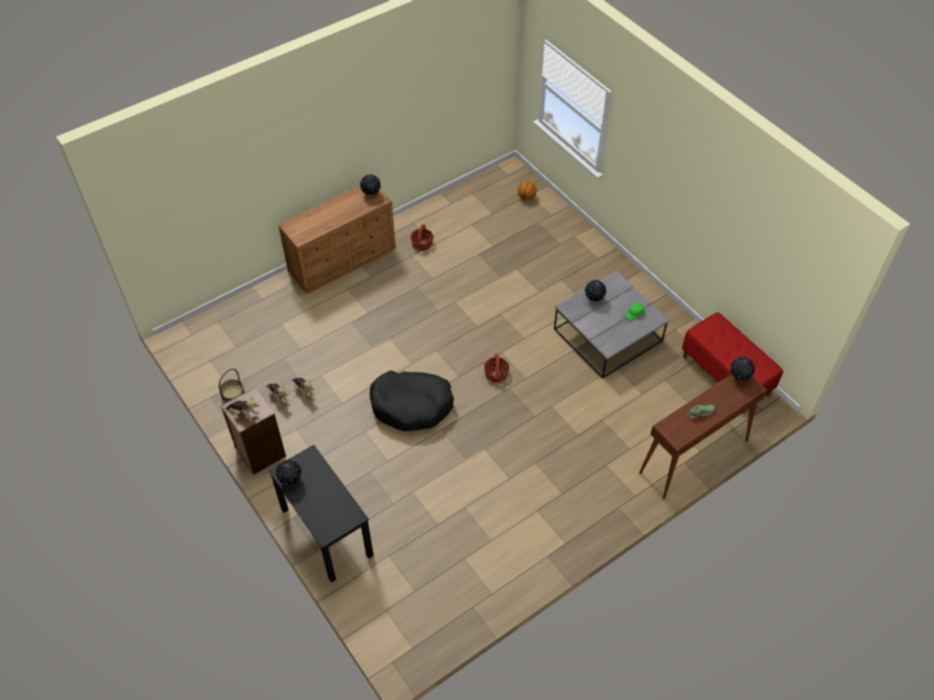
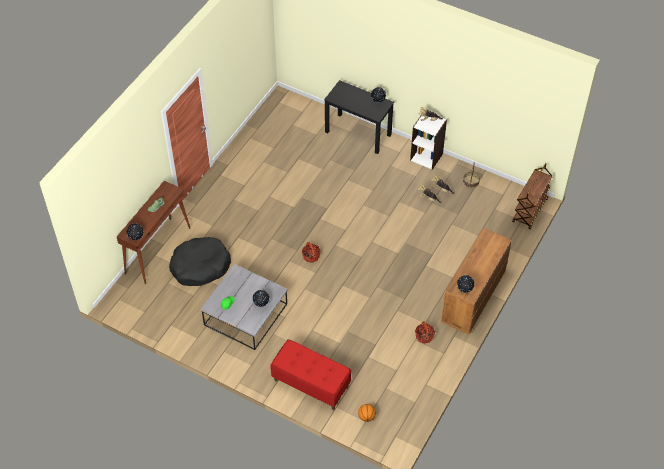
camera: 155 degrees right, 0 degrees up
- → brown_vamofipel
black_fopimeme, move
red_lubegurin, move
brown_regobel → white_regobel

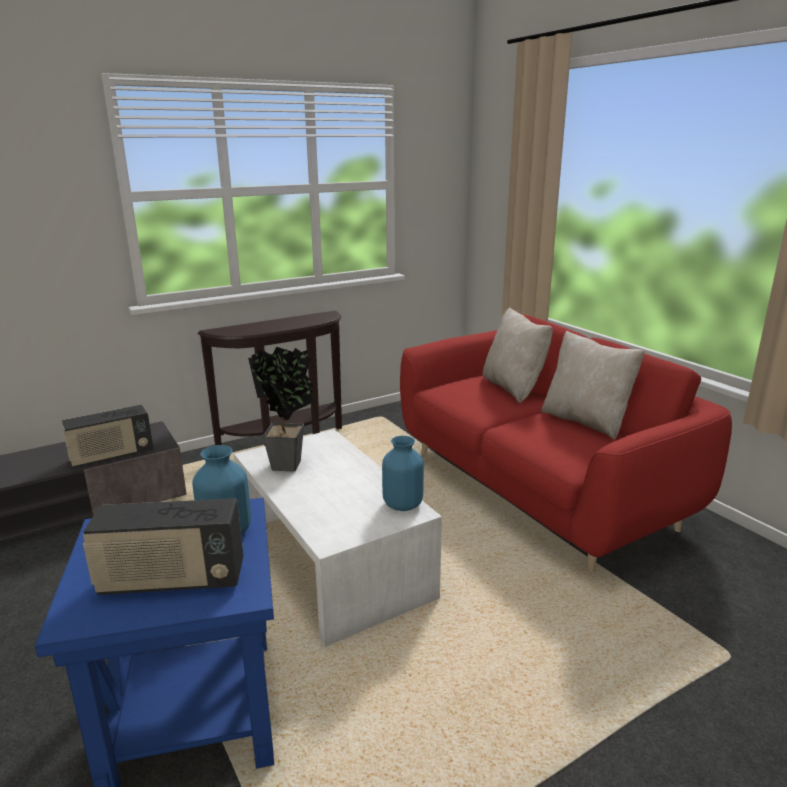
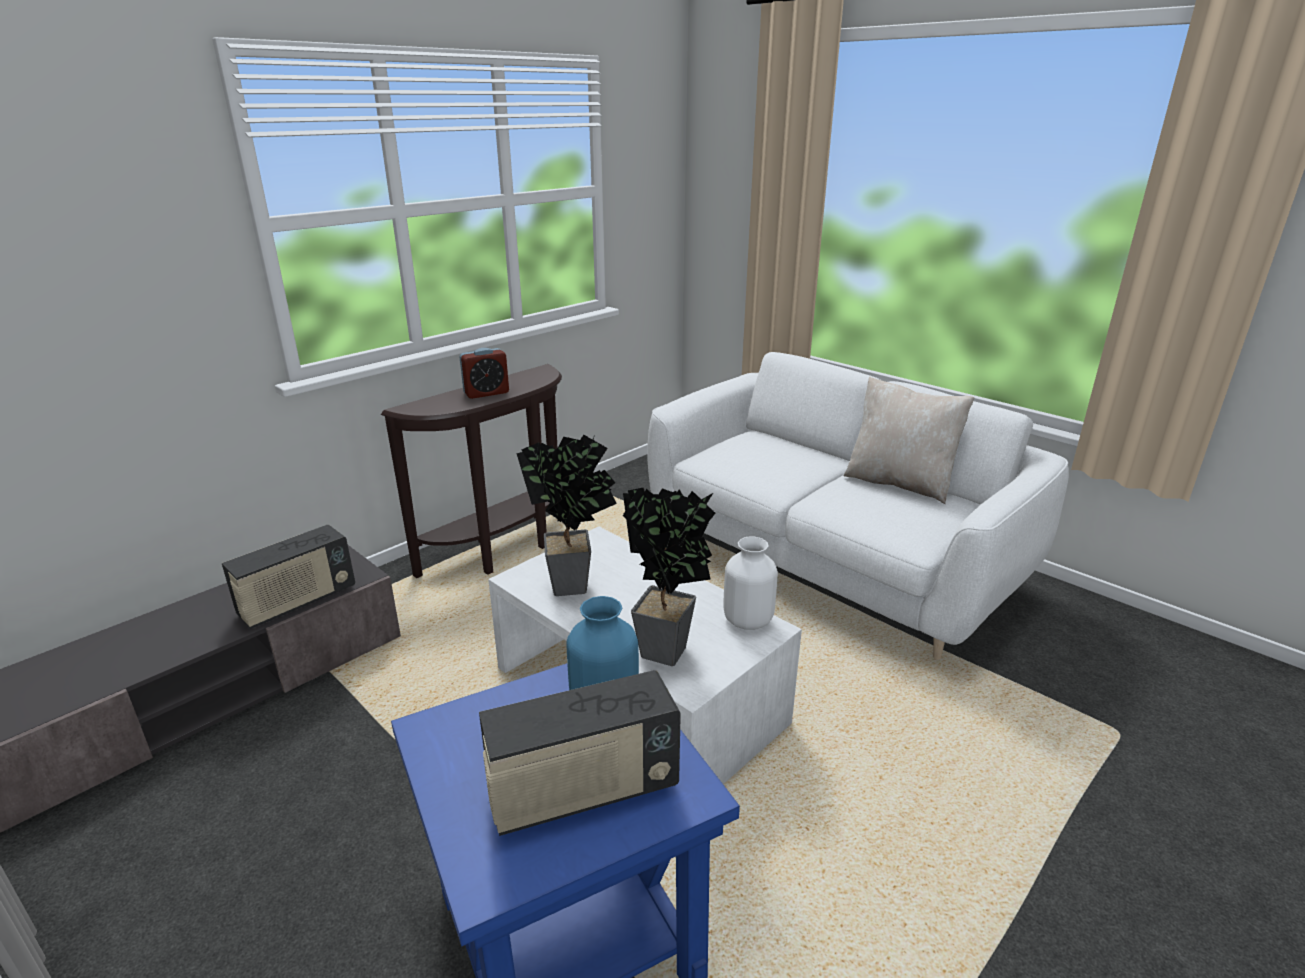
camera: 15 degrees left, 5 degrees up
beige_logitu (1st from left) → -
- → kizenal
- → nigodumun (2nd from left)
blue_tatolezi (2nd from left) → white_tatolezi
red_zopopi → white_zopopi

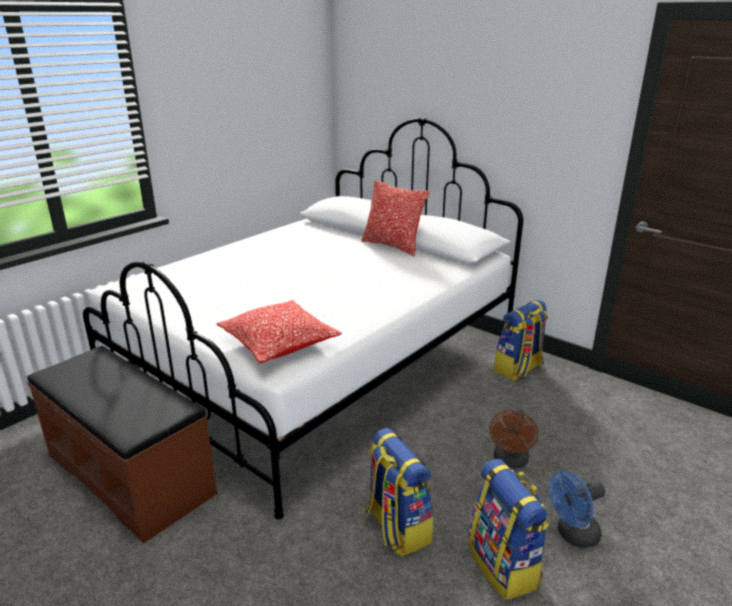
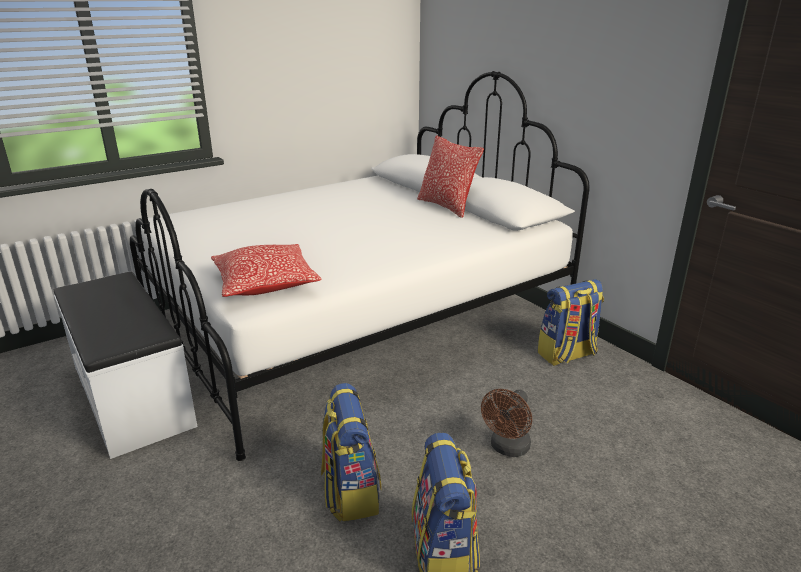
camera: 15 degrees right, 0 degrees up
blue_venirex → -
brown_lubegurin → white_lubegurin

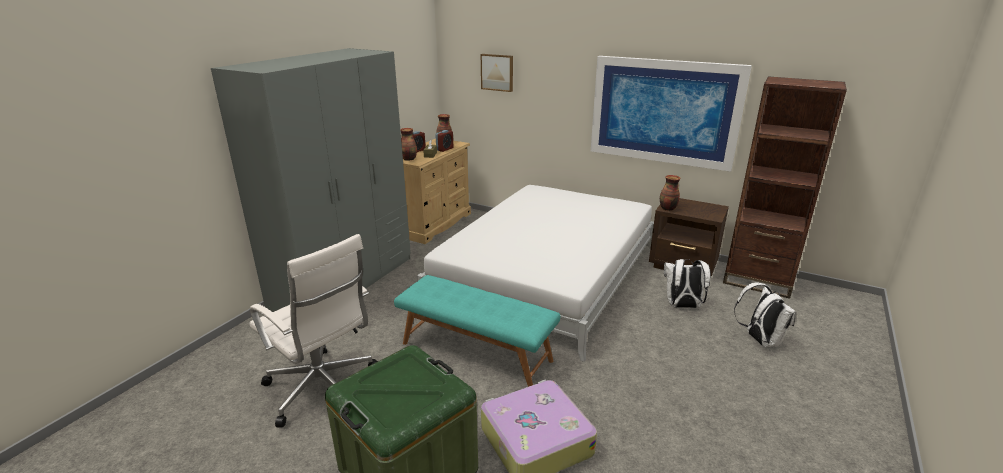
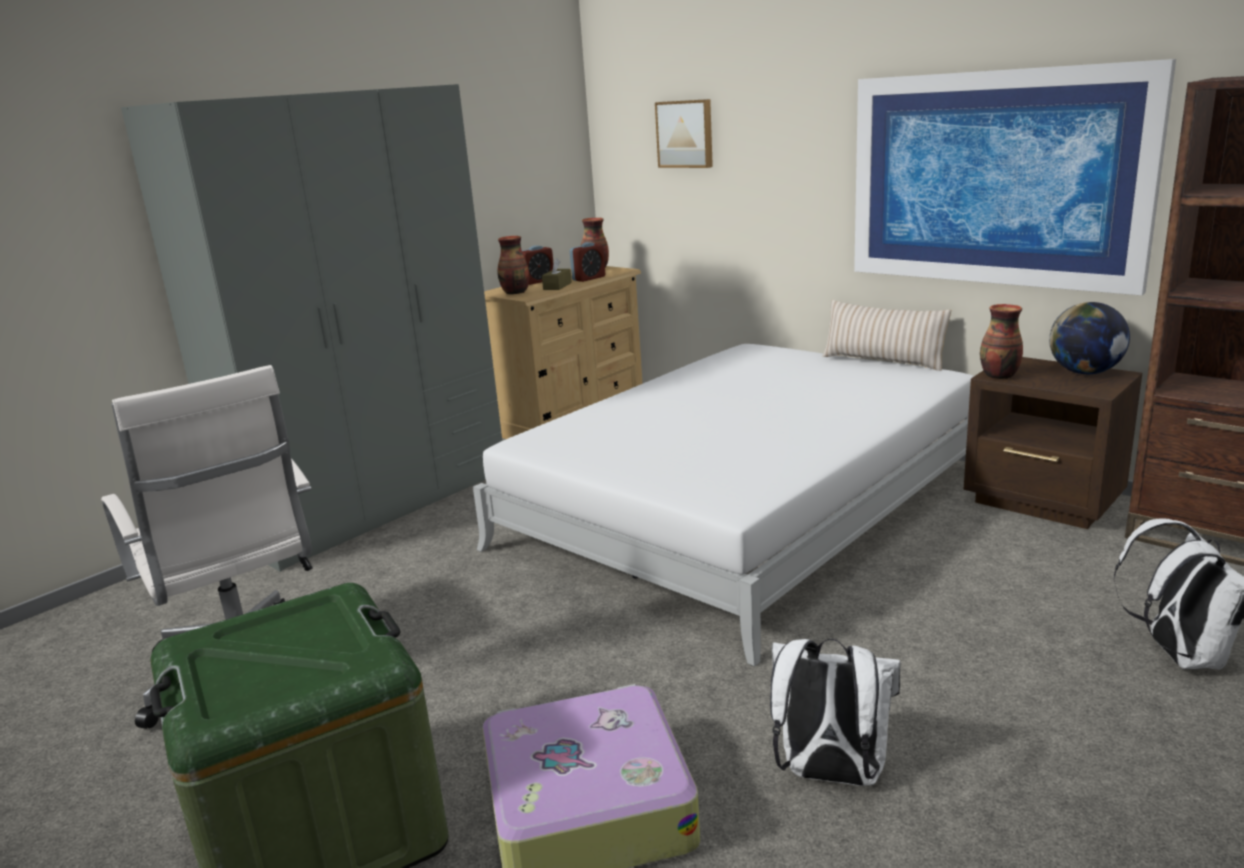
camera: 15 degrees right, 5 degrees down
turquoise_lubegurin → -
- → beige_logitu
- → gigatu
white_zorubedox (1st from left), move

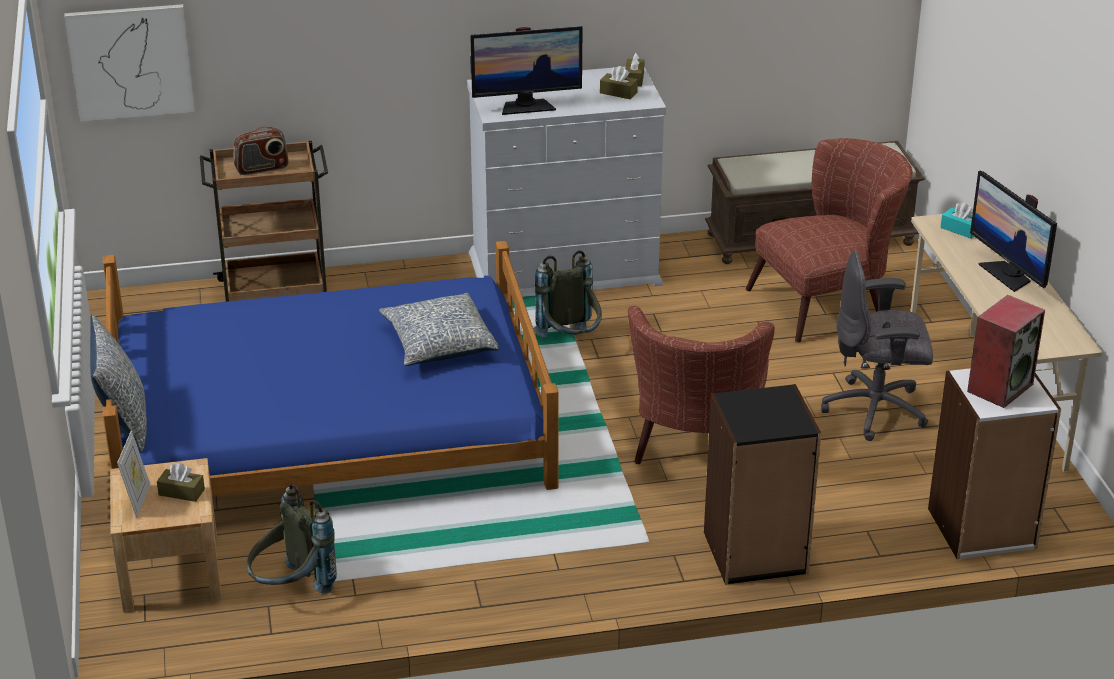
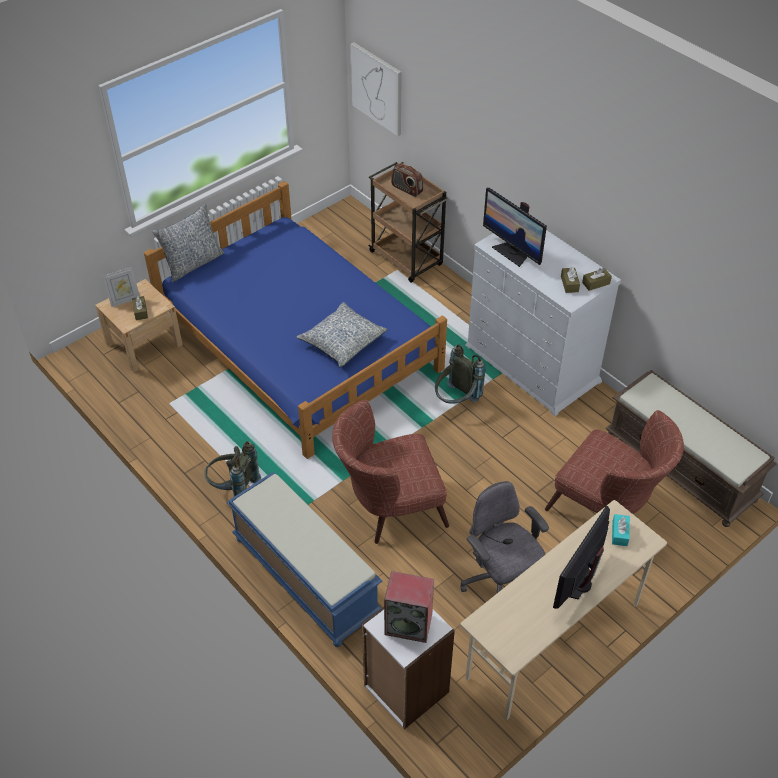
camera: 60 degrees right, 15 degrees up
grey_zorubedox (1st from left), move
black_regobel → blue_lubegurin

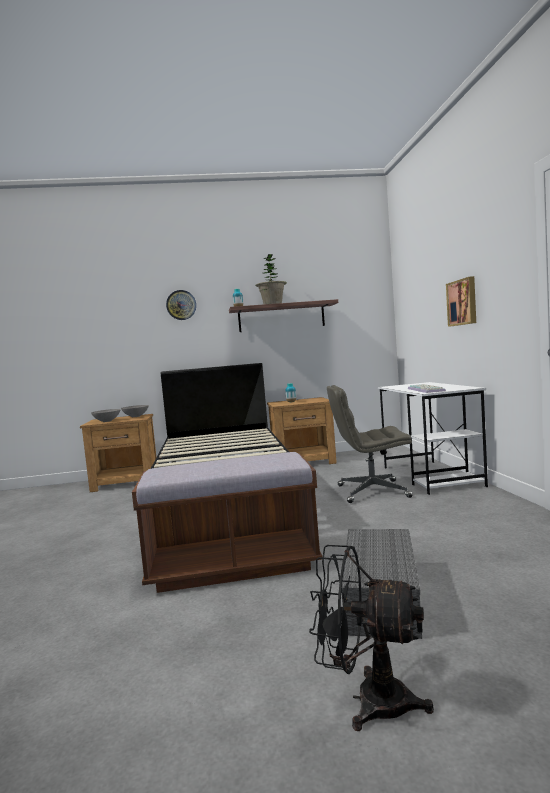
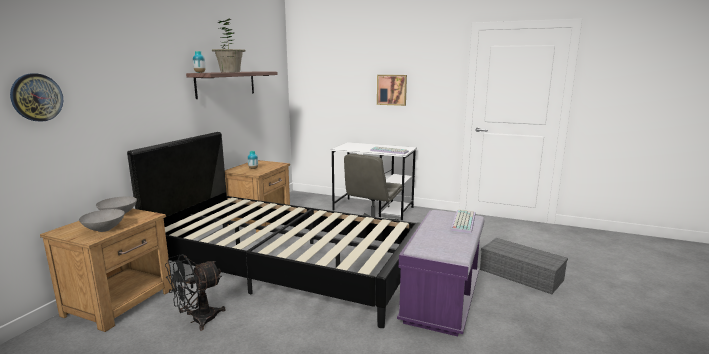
camera: 60 degrees left, 10 degrees up
- → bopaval (2nd from left)
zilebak, move
black_venirex, move
brown_lubegurin → purple_lubegurin

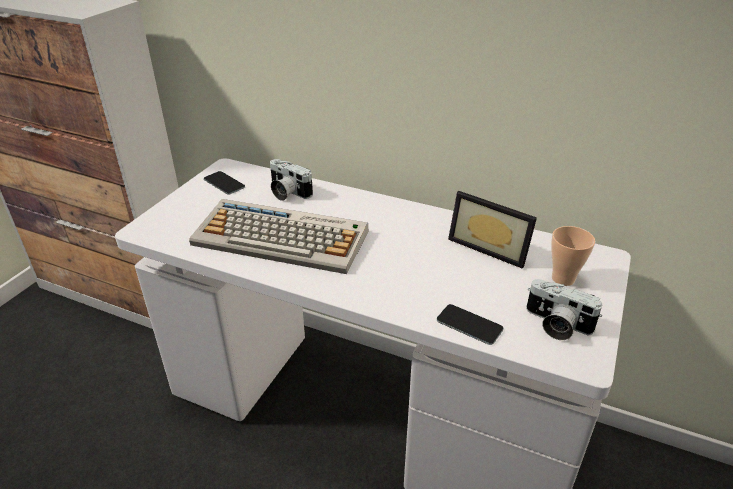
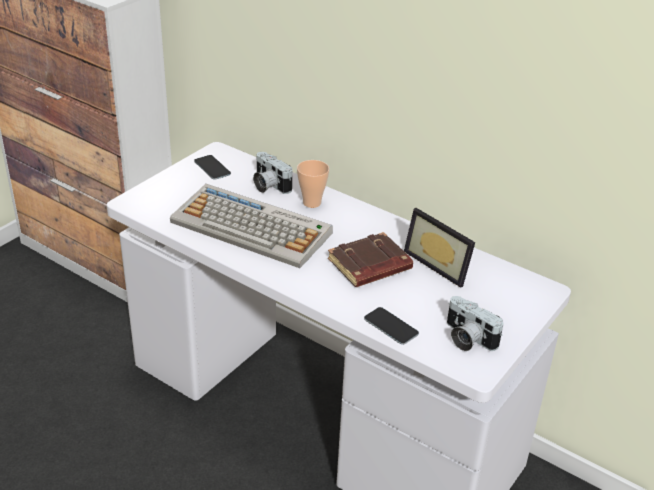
camera: 10 degrees right, 0 degrees up
- → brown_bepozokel
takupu, move

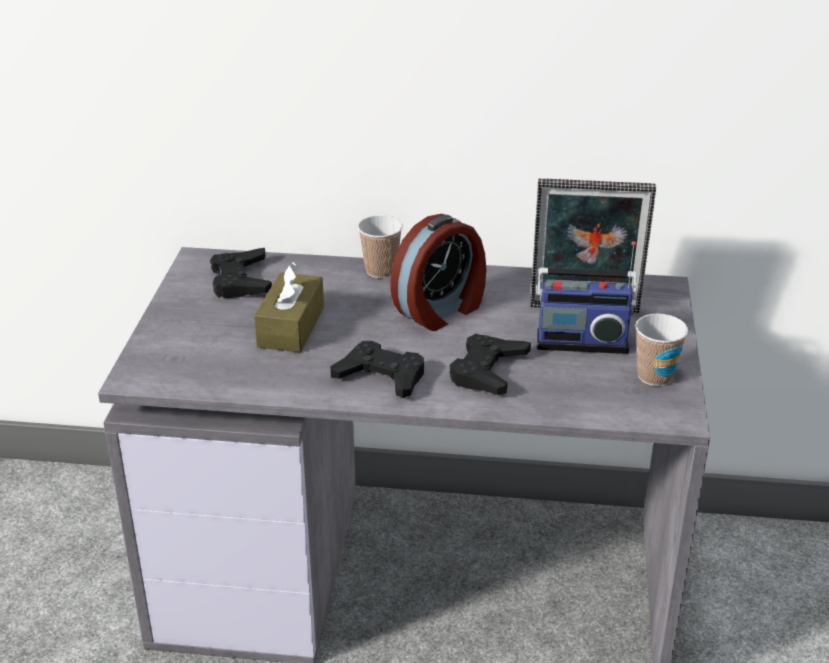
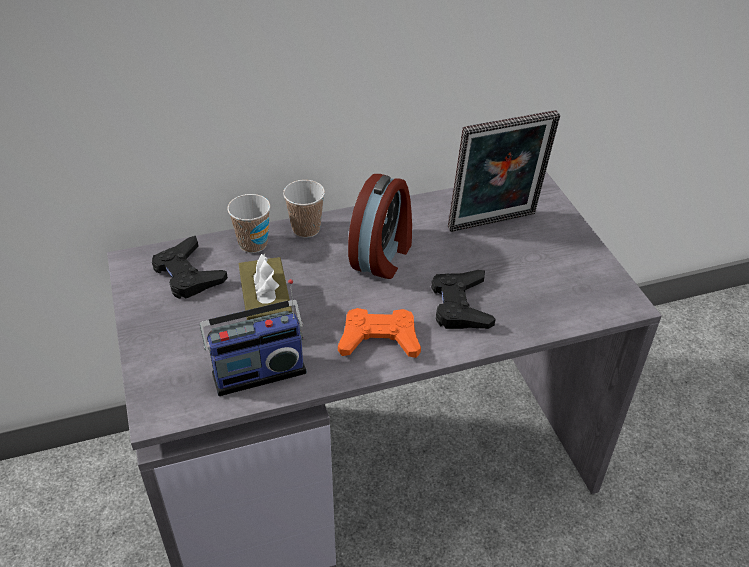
camera: 25 degrees left, 10 degrees up
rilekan, move
takupu (2nd from left in the first image) → takupu (1st from left), move
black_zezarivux (2nd from left) → orange_zezarivux

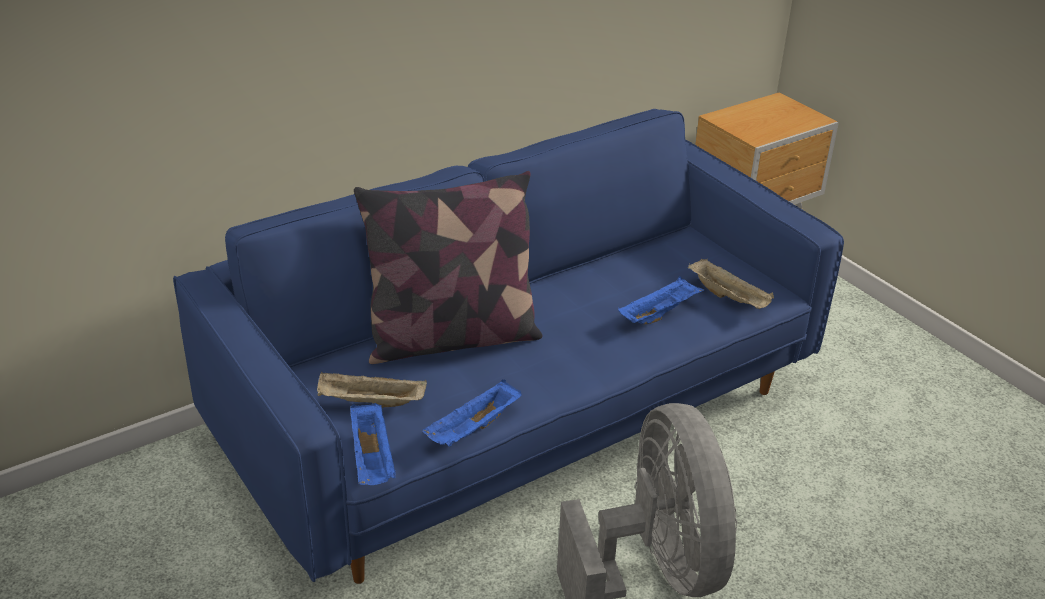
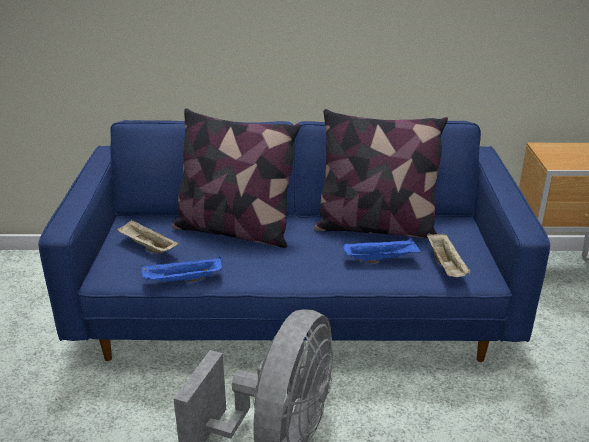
camera: 35 degrees right, 5 degrees down
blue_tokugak (1st from left) → -
- → logitu (2nd from left)

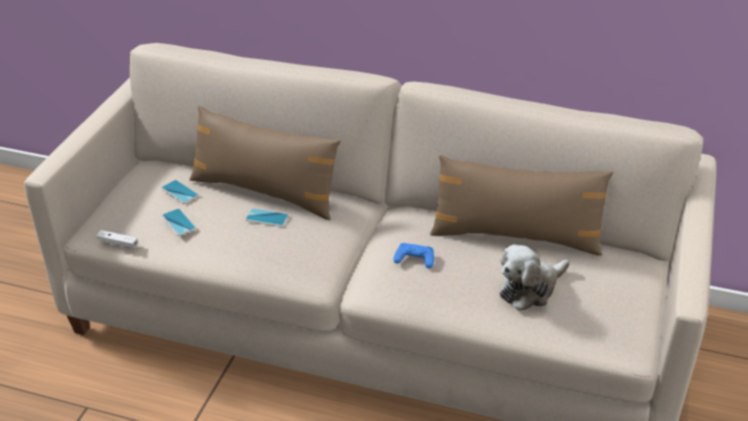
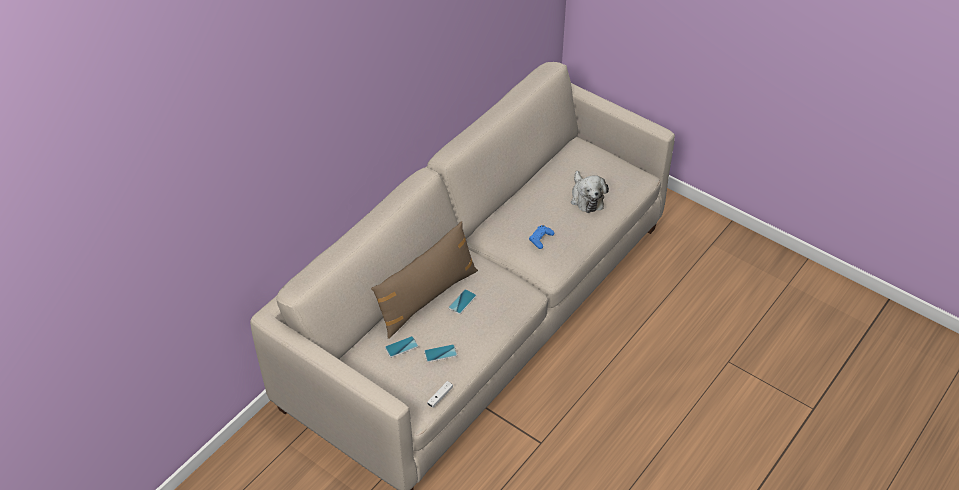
camera: 70 degrees left, 10 degrees up
brown_logitu (2nd from left) → -

